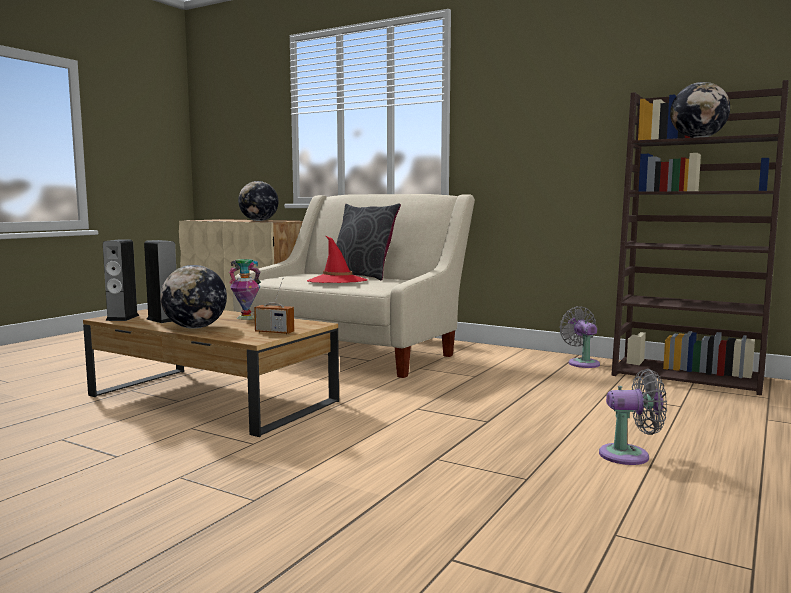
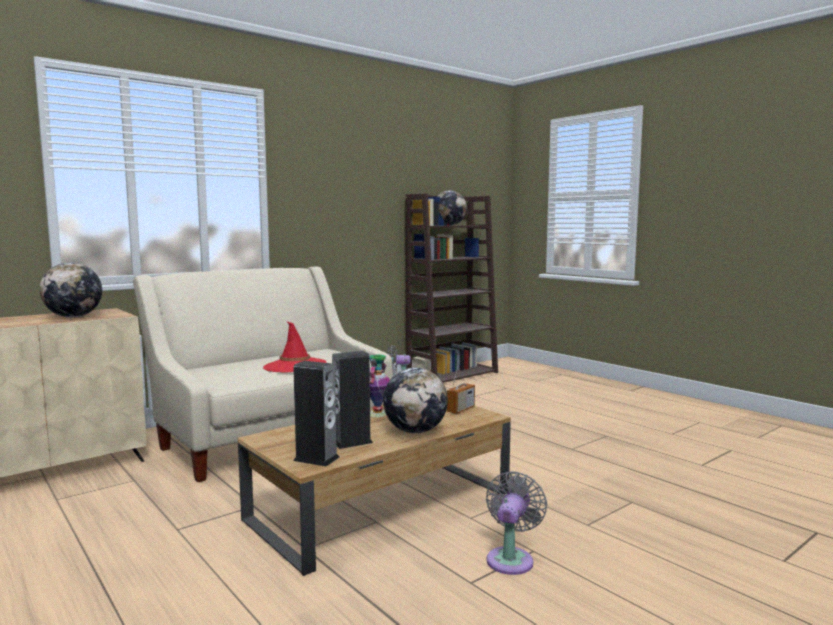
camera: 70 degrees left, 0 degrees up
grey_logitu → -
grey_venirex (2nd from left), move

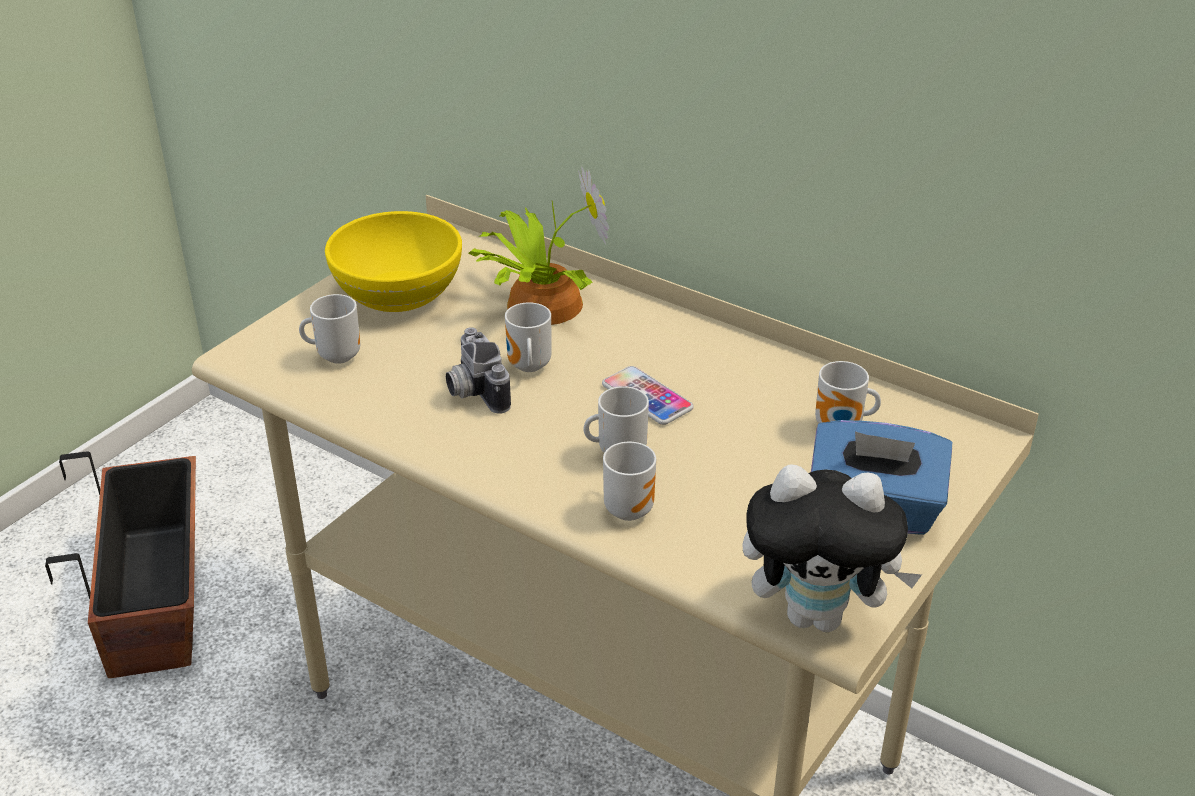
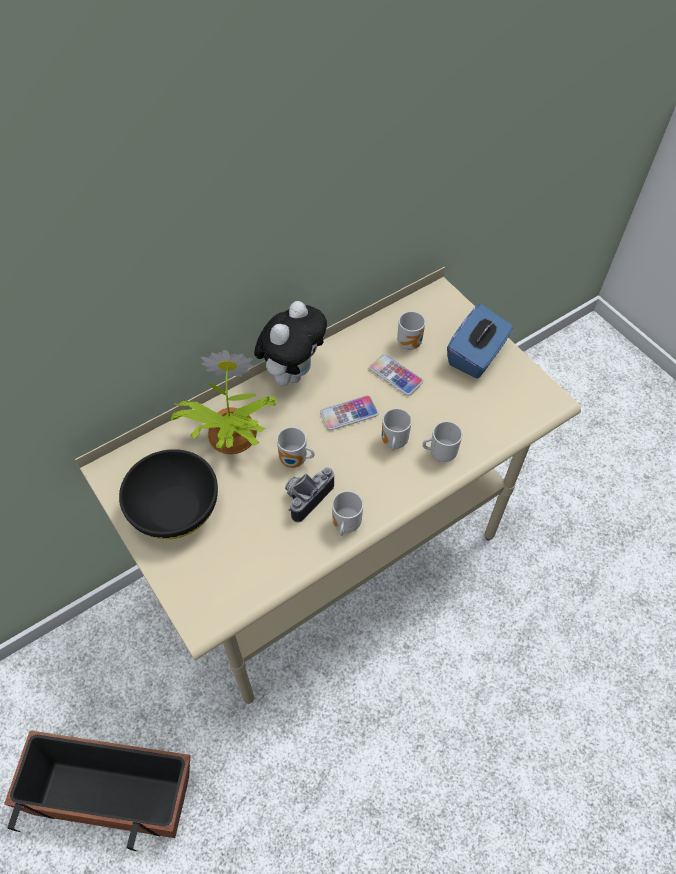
camera: 70 degrees left, 20 degrees up
- → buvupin (2nd from left)
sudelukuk (1st from left in the first image) → sudelukuk (2nd from left), move
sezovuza, move
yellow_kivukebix → black_kivukebix
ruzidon, 135 degrees clockwise

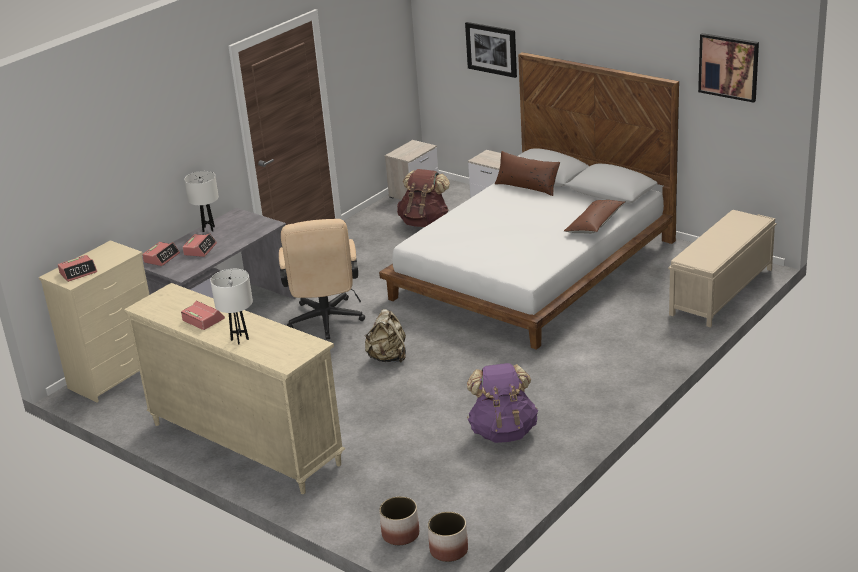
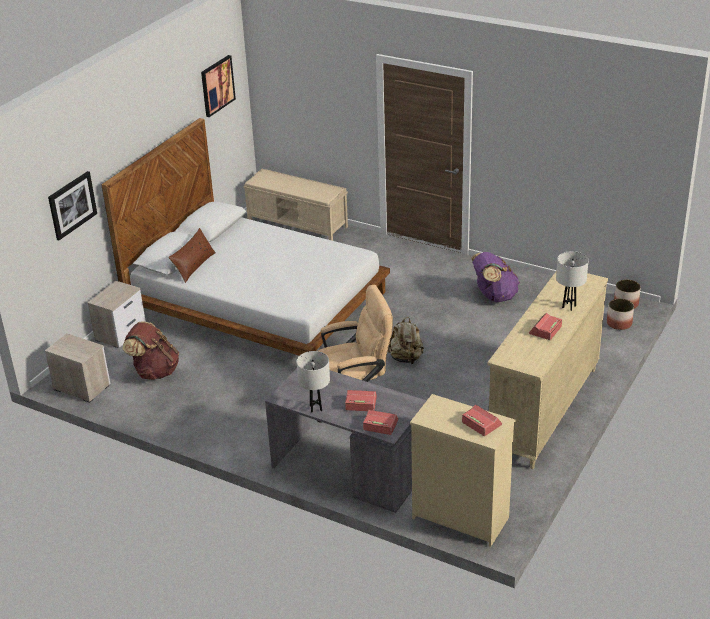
camera: 100 degrees left, 5 degrees up
brown_logitu (2nd from left) → -

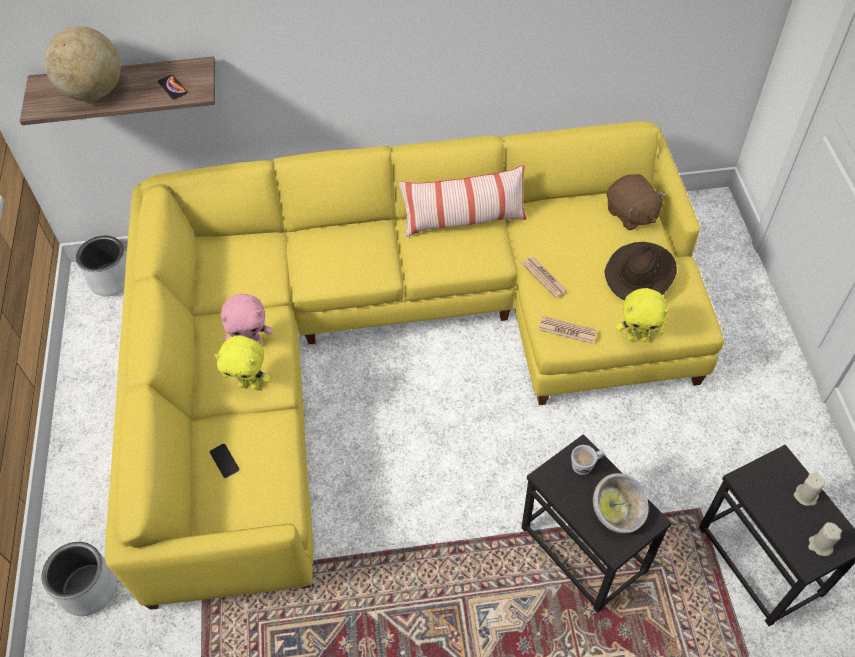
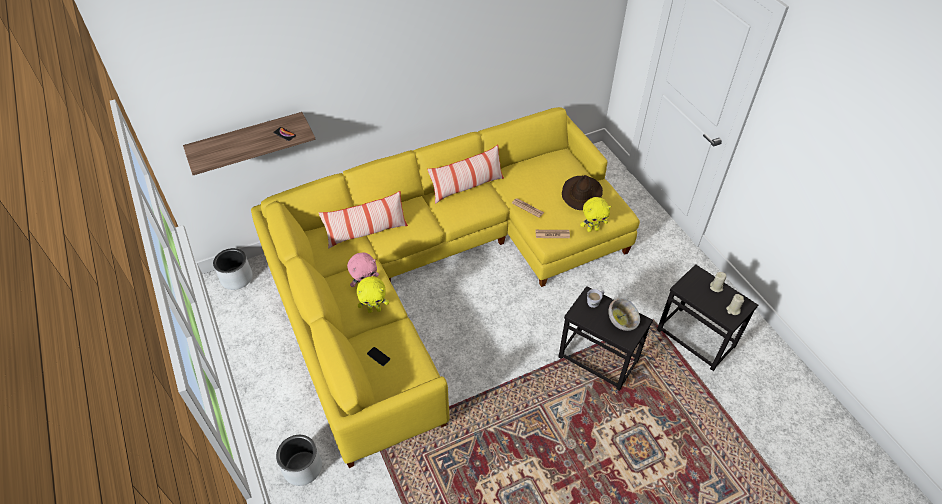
camera: 20 degrees left, 5 degrees down
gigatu → -
brown_sezovuza → -
- → logitu (1st from left)

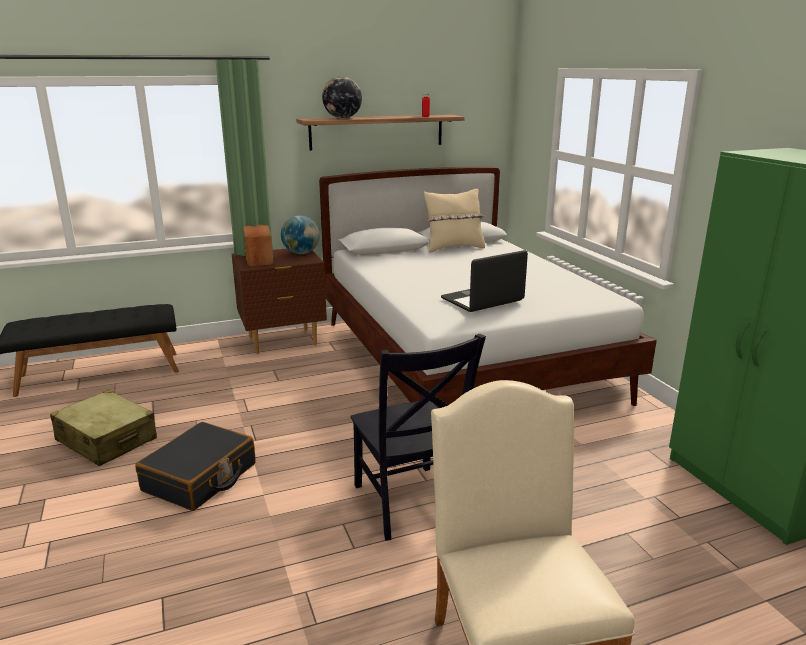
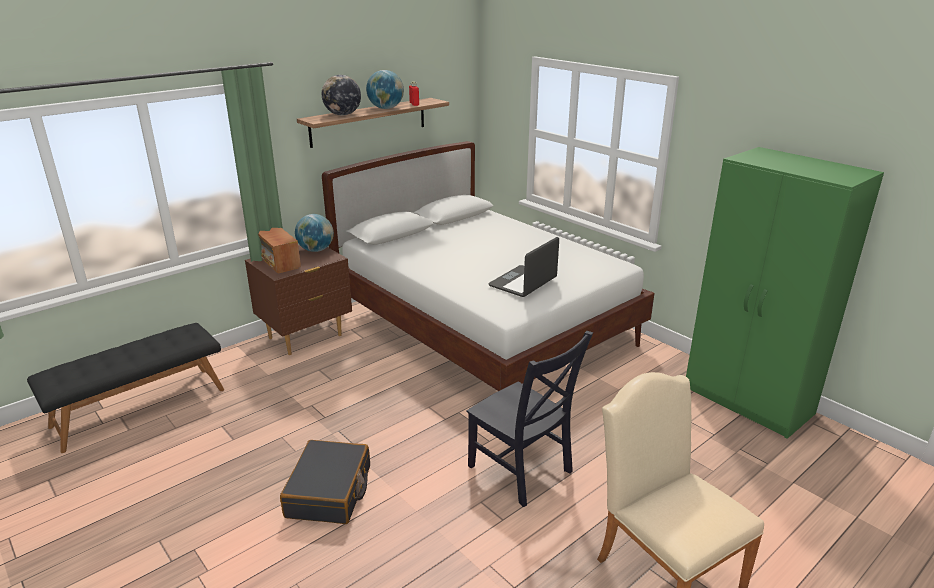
camera: 20 degrees left, 5 degrees up
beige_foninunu → -
beige_logitu → -
- → gigatu (3rd from left)

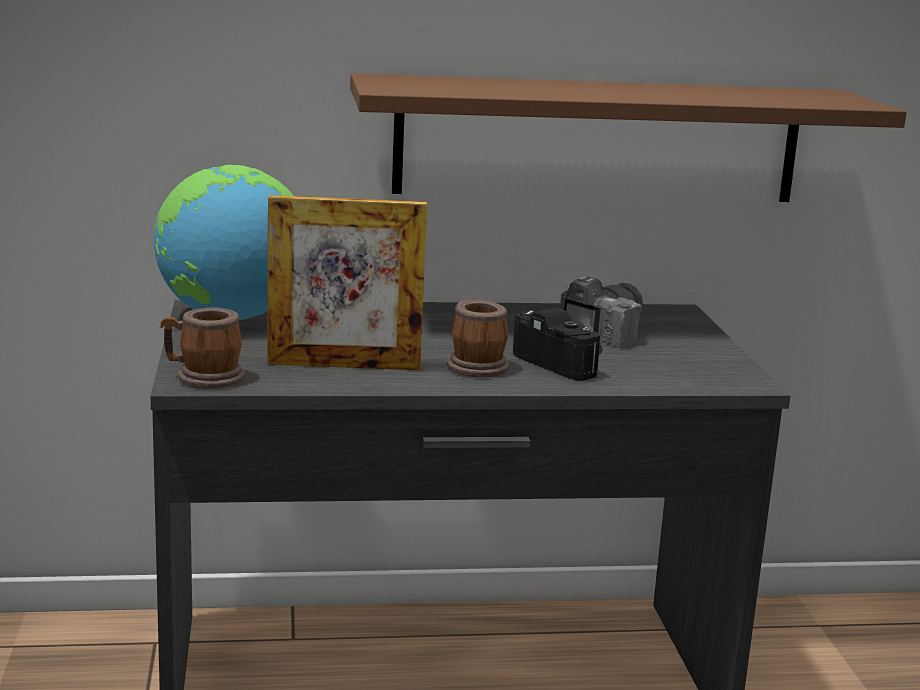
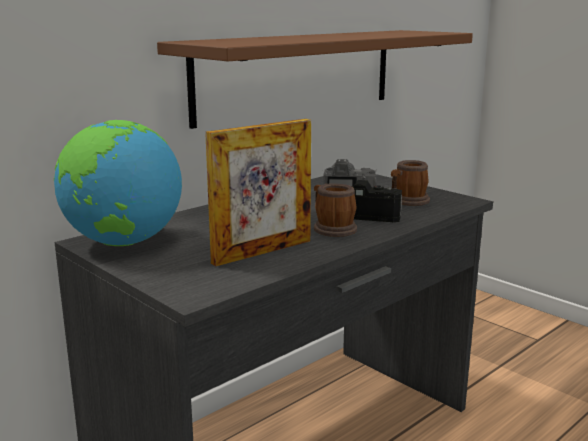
camera: 35 degrees left, 0 degrees up
sudelukuk (1st from left in the first image) → sudelukuk (2nd from left), move

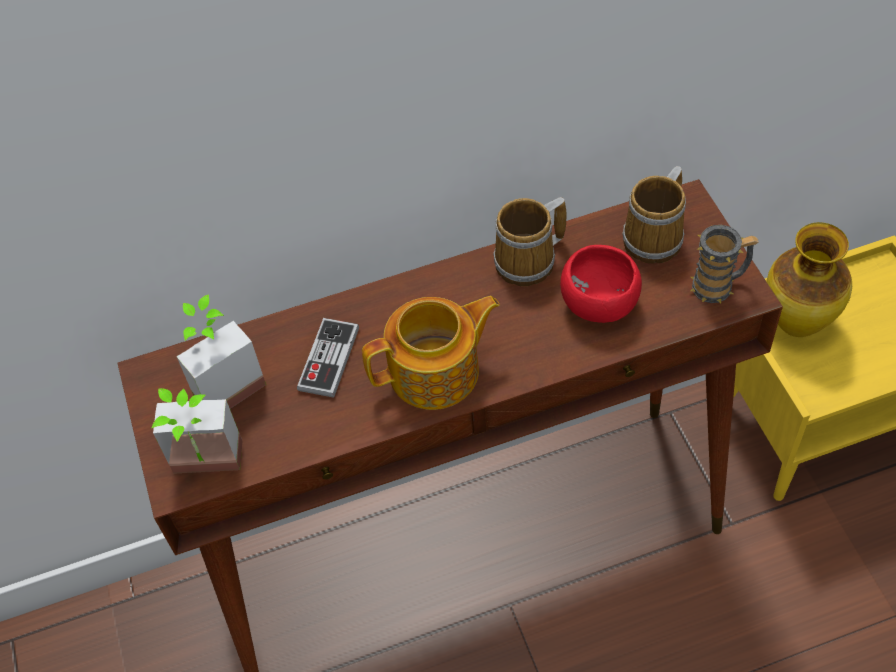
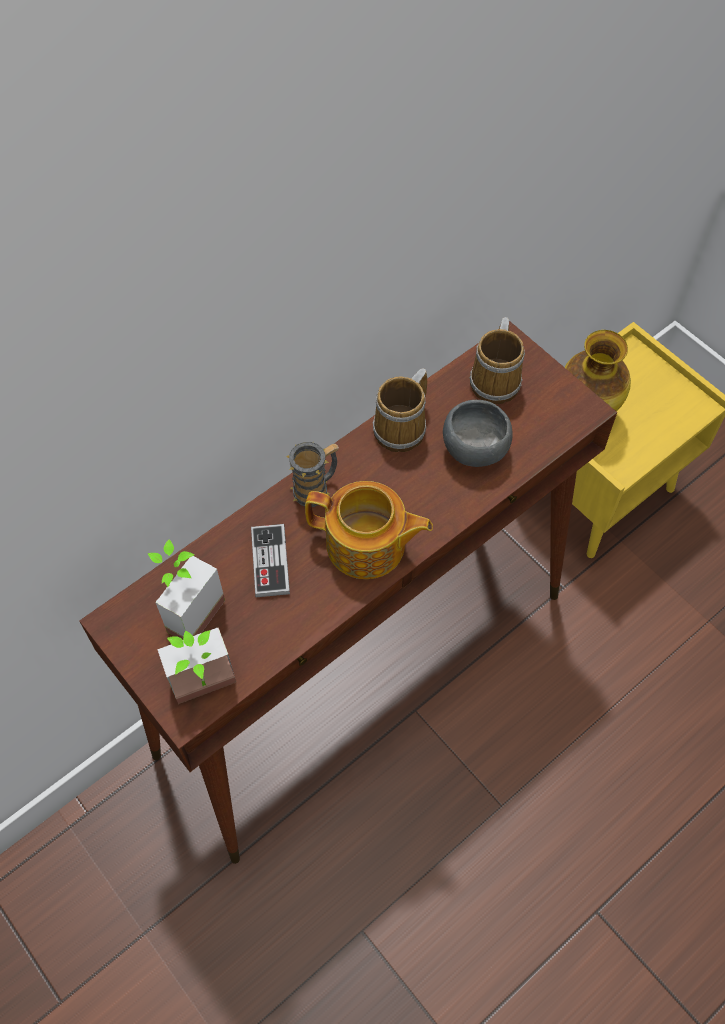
camera: 25 degrees left, 5 degrees up
sudelukuk (3rd from left in the first image) → sudelukuk (1st from left), move
red_kivukebix → grey_kivukebix
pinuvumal, 60 degrees clockwise

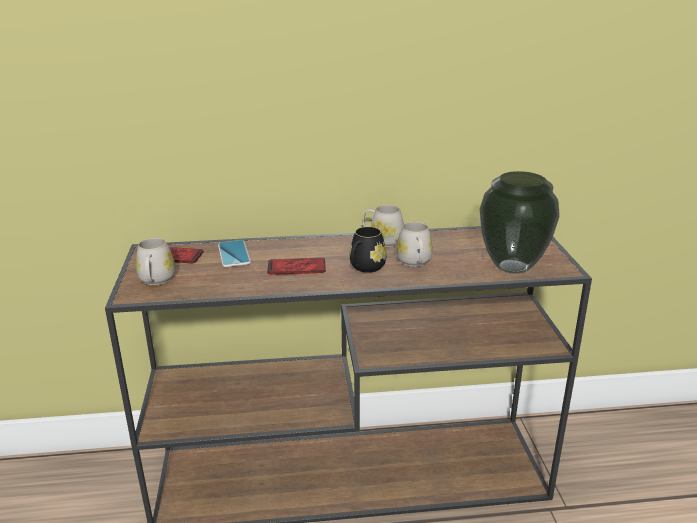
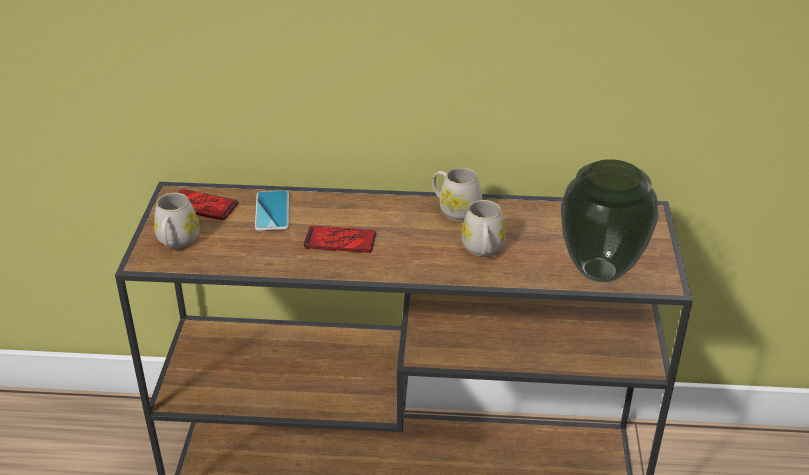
camera: 10 degrees right, 10 degrees up
black_sudelukuk → -

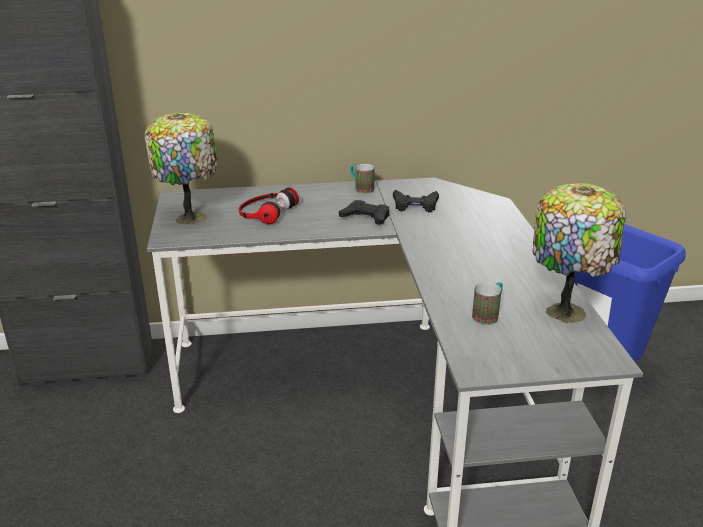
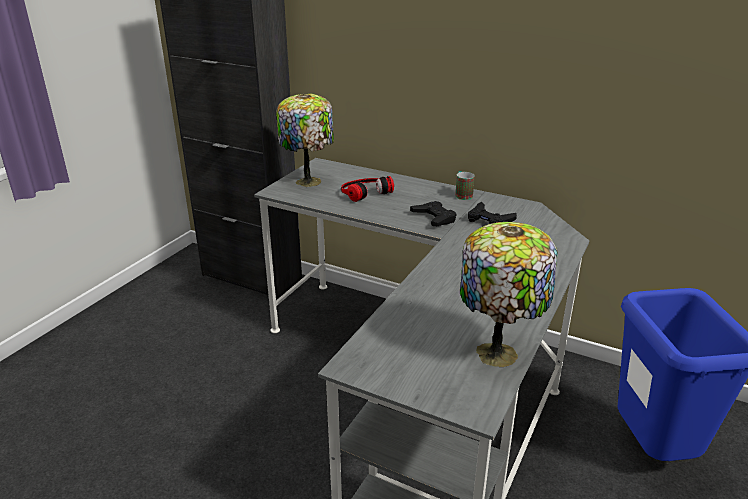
camera: 35 degrees right, 0 degrees up
sudelukuk (2nd from left) → -

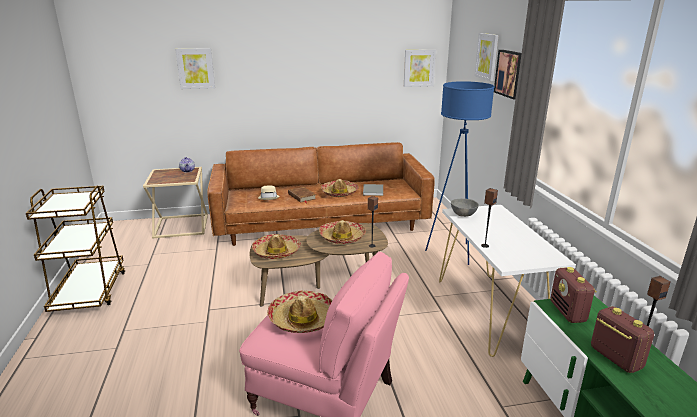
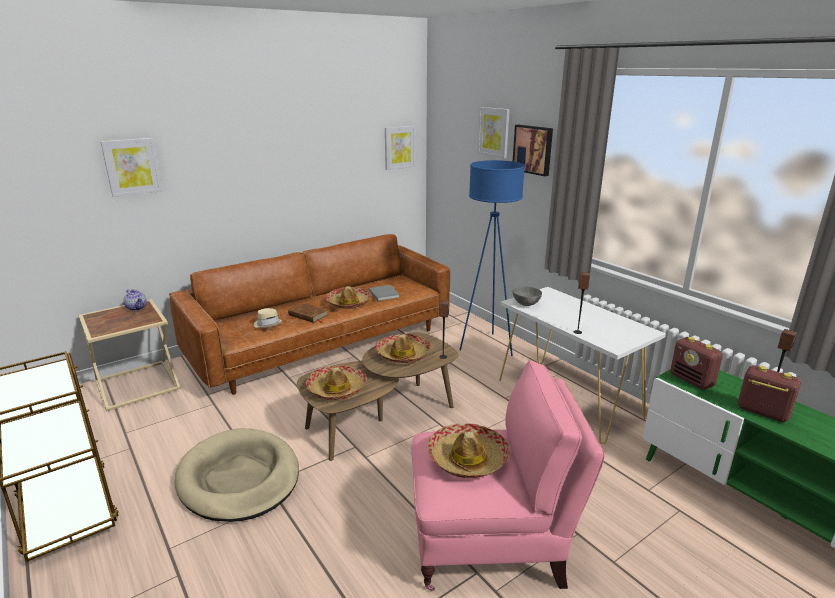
camera: 25 degrees left, 0 degrees up
- → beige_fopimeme

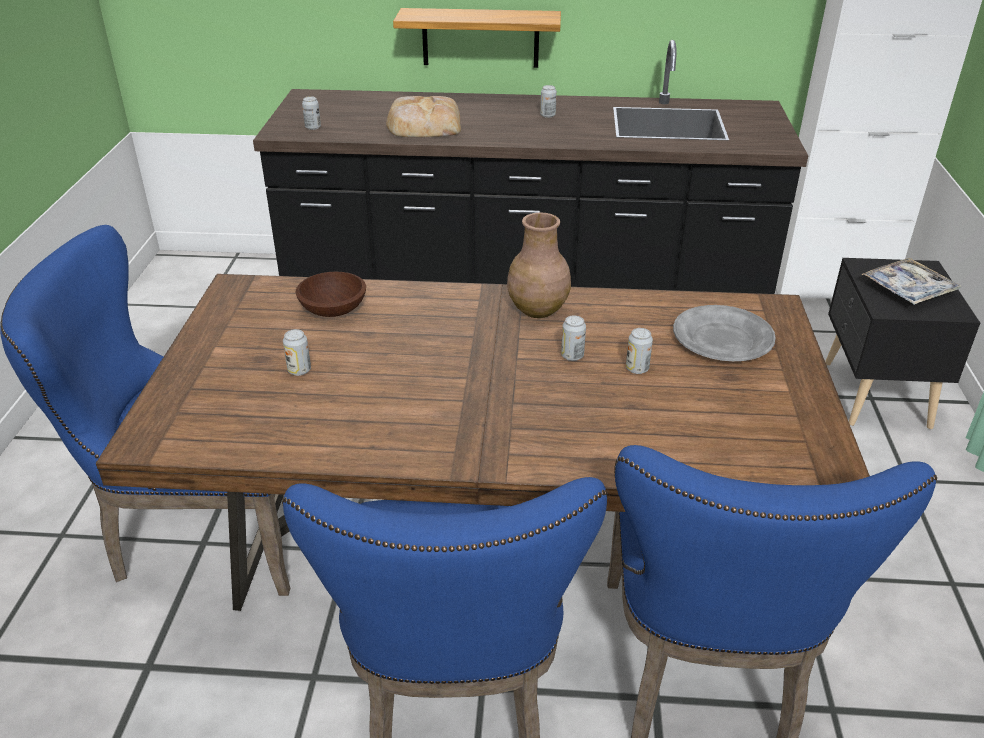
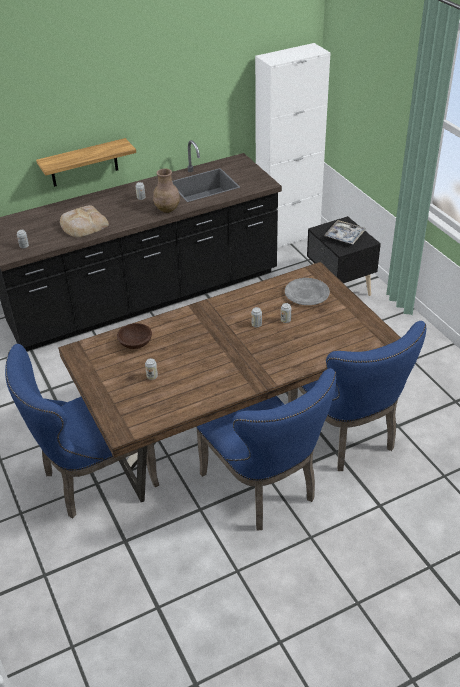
camera: 30 degrees left, 5 degrees up
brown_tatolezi, move

